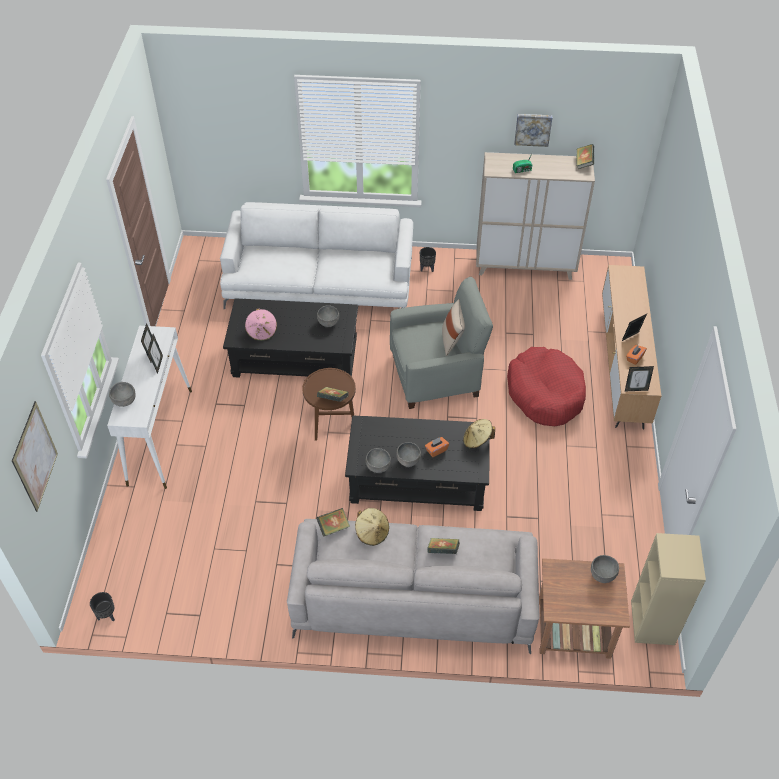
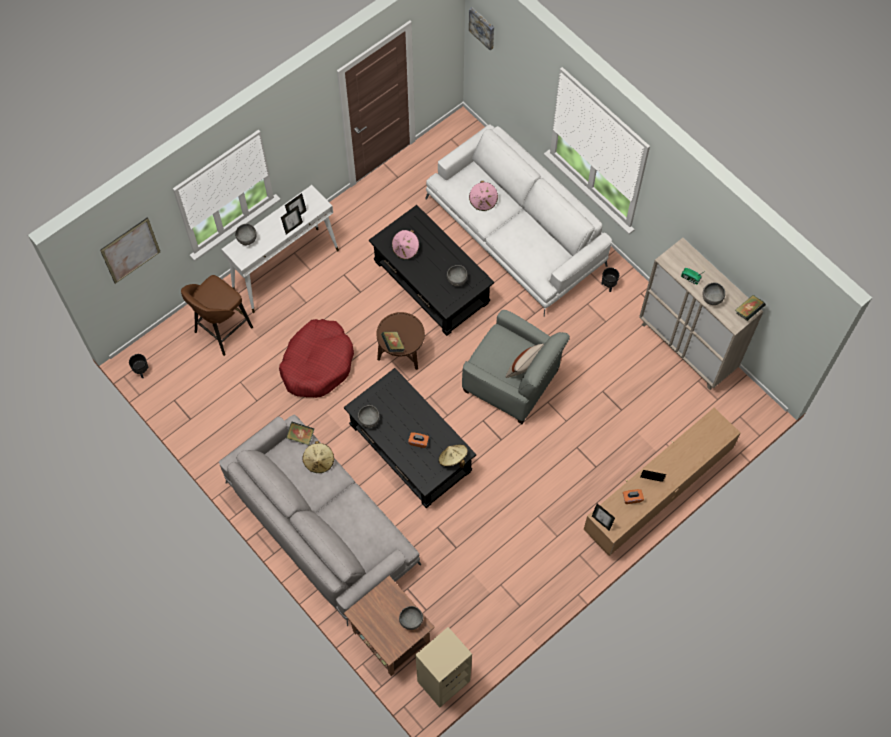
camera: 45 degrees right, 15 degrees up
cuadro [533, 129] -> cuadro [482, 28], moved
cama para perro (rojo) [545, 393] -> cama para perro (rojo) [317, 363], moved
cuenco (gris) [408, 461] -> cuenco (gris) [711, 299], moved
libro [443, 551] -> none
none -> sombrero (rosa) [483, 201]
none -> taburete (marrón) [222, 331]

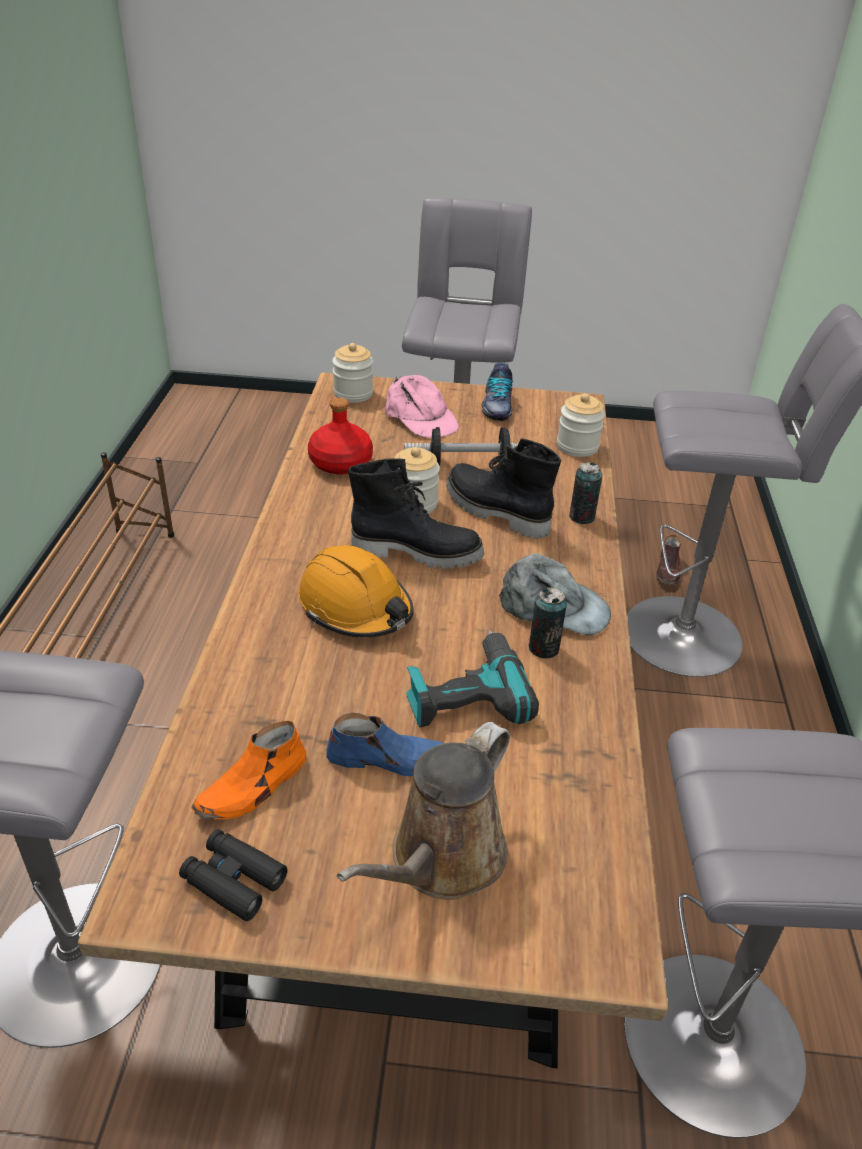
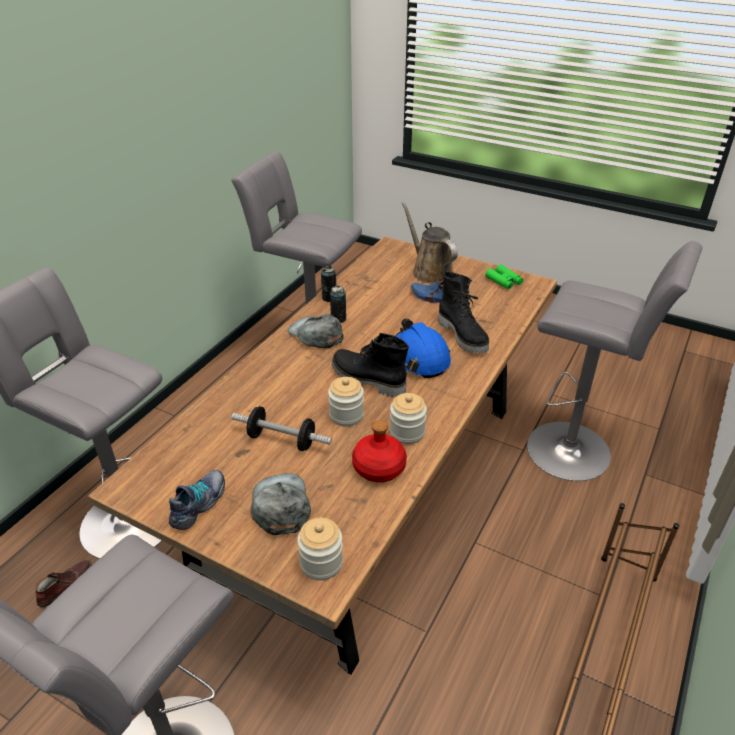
camera: 155 degrees left, 0 degrees up
gorra (rosa) [420, 418] -> gorra (gris) [280, 505]
tarro [577, 446] -> tarro [407, 432], moved
bota (negro) [495, 512] -> bota (negro) [463, 335], moved
lata [581, 517] -> lata [329, 298], moved
casco (naranja) [356, 607] -> casco (azul) [419, 357]
taladro [466, 694] -> none
zapato (naranja) [253, 787] -> none
regadera (marrón) [441, 860] -> regadera (marrón) [430, 271], 90 degrees counterclockwise
prismáticos (negro) [233, 880] -> prismáticos (verde) [504, 281]

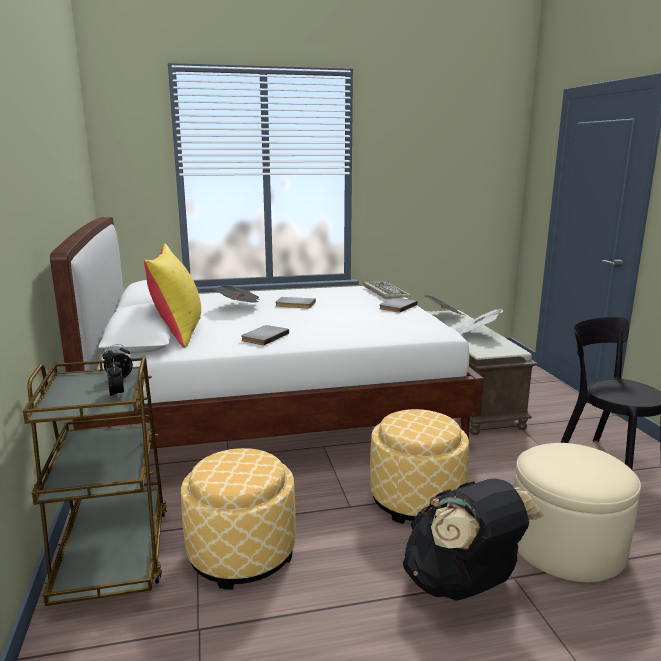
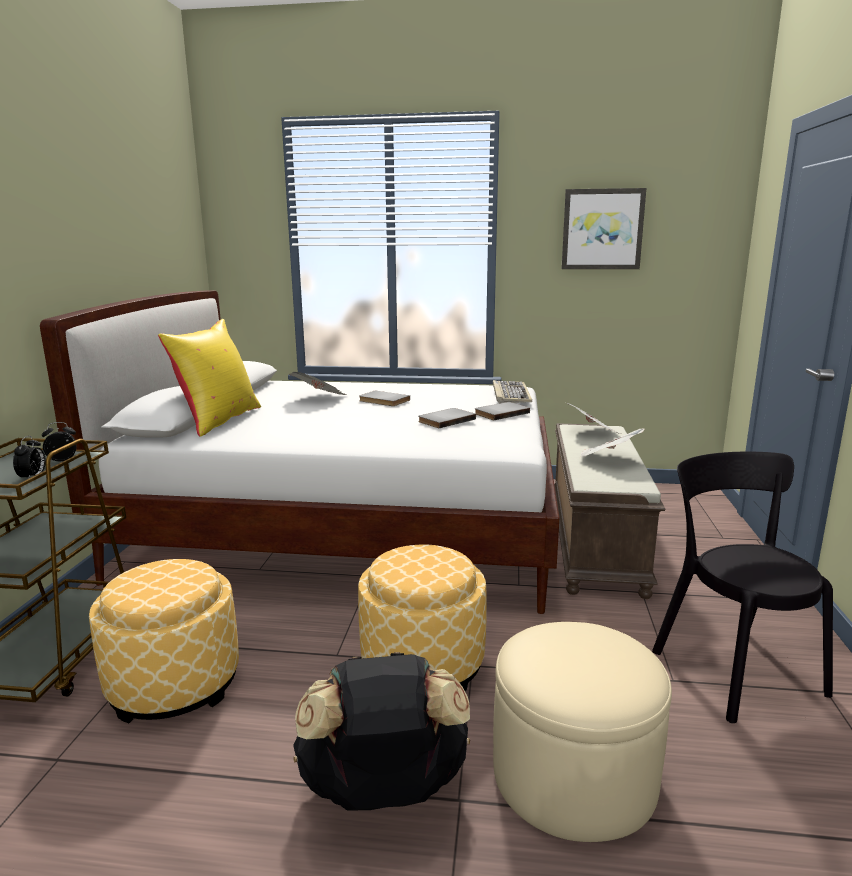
camera: 20 degrees right, 0 degrees up
libro (gris) [263, 337] -> libro (gris) [445, 420], moved
none -> cuadro [602, 229]

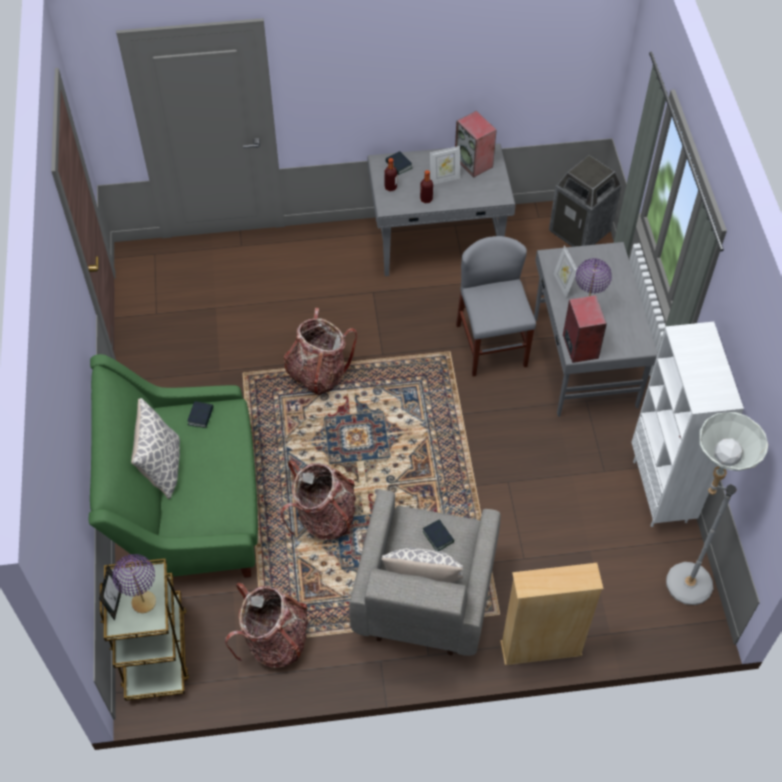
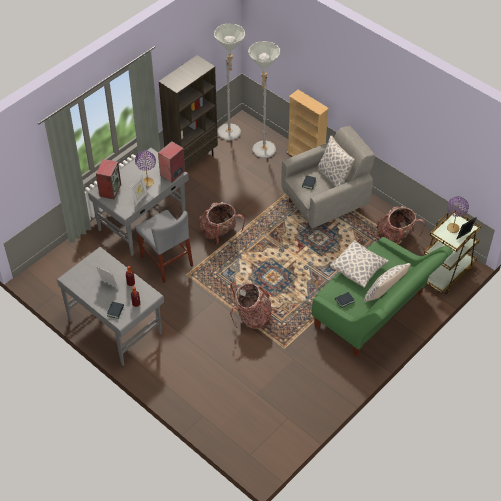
camera: 130 degrees left, 5 degrees down
altavoz [474, 162] -> altavoz [110, 190], moved
papelera [580, 231] -> none
silla (gris) [491, 345] -> silla (gris) [166, 261], 75 degrees counterclockwise
estantería (blanco) [661, 492] -> estantería (marrón) [192, 161]
mochila [324, 517] -> mochila [220, 233], moved
none -> lámpara de pie (gris) [263, 153]
none -> cojín [358, 269]

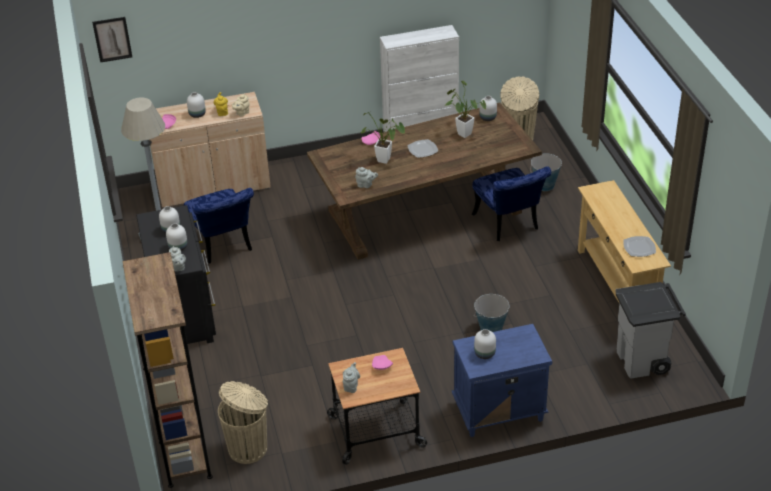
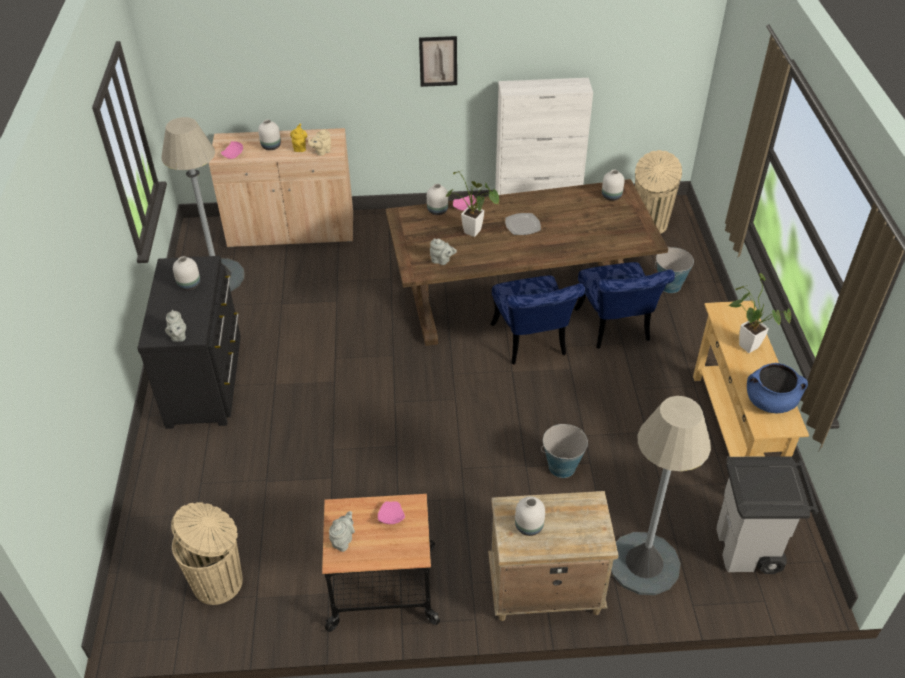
camera: 10 degrees right, 5 degrees up
cuadro [112, 39] -> cuadro [438, 61], moved
planta en maceta [462, 133] -> planta en maceta [745, 344], moved
silla (azul) [223, 246] -> silla (azul) [531, 344], moved
florero (blanco) [177, 247] -> florero (blanco) [437, 210], moved
plato [639, 247] -> olla (azul) [770, 401]
estantería (marrón) [183, 446] -> none
mesita de noche (azul) [498, 412] -> mesita de noche (beis) [544, 589]
none -> lámpara de pie (gris) [643, 563]

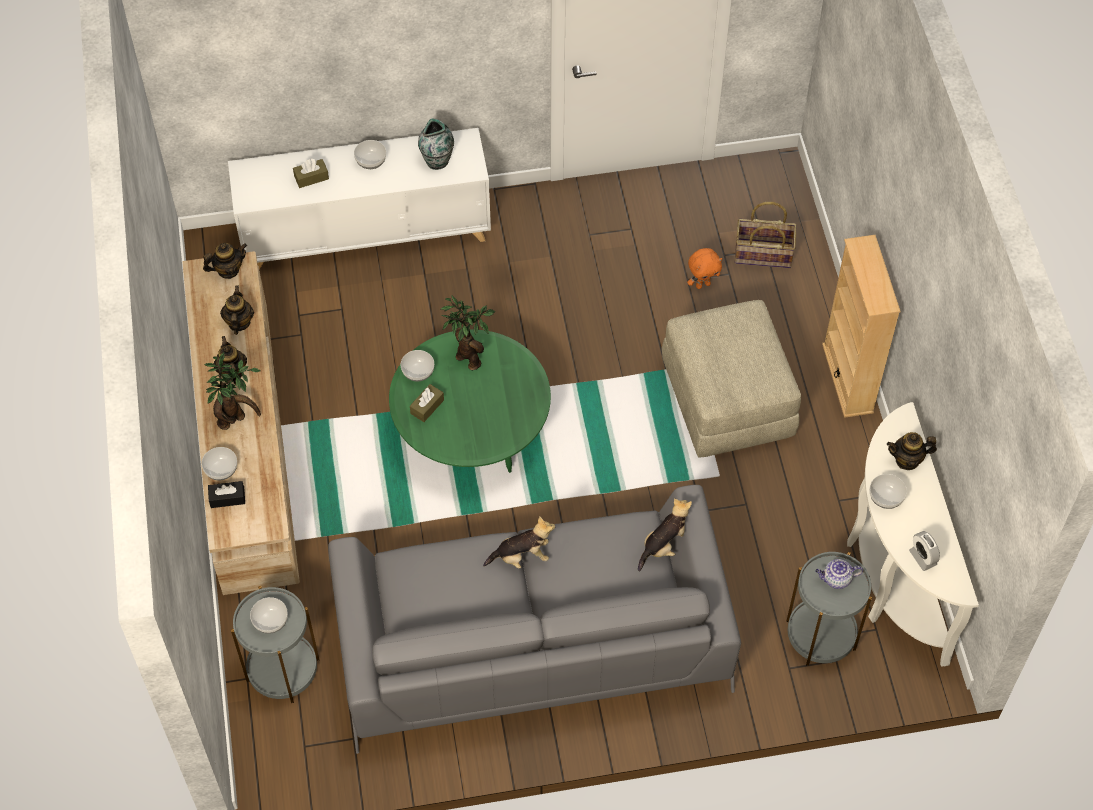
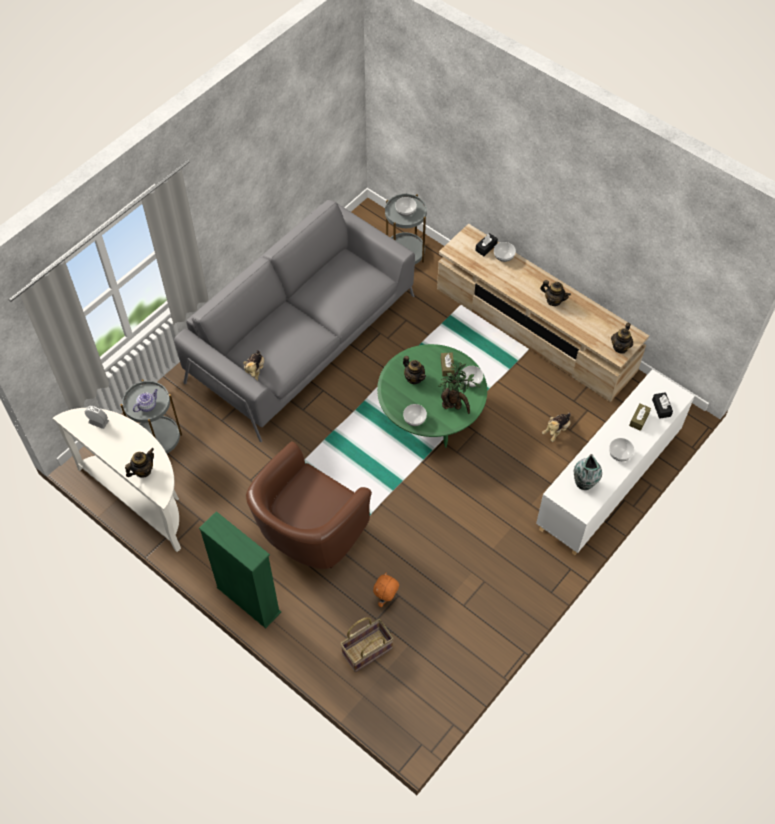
camera: 140 degrees right, 0 degrees up
estantería (beis) [848, 378] -> estantería (verde) [248, 600]
tetera [239, 323] -> tetera [414, 378], moved
puf (beis) [728, 400] -> sillón (marrón) [308, 534]
planta en maceta [236, 419] -> none
cuenco [886, 498] -> cuenco [414, 419], moved
peluche [522, 556] -> peluche [556, 430], moved
none -> caja de pañuelos (negro) [661, 408]

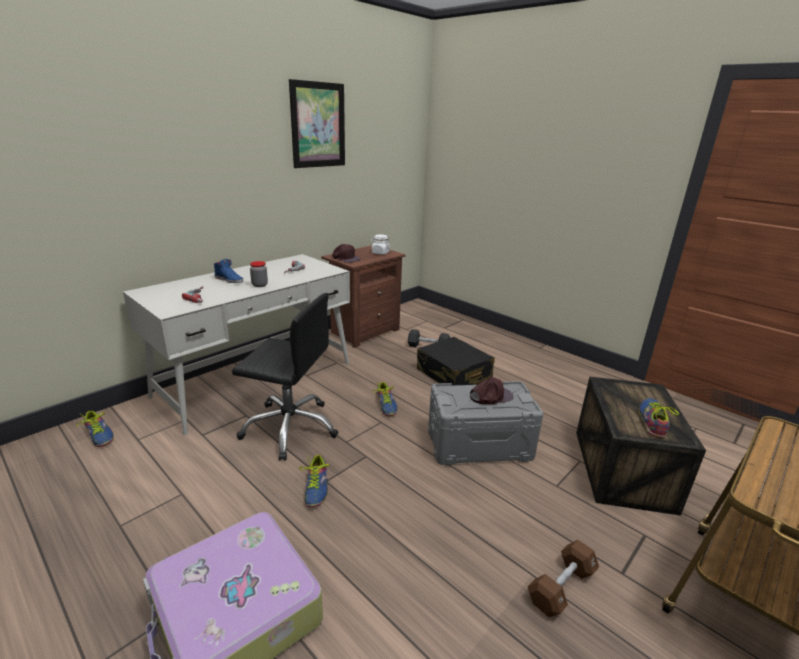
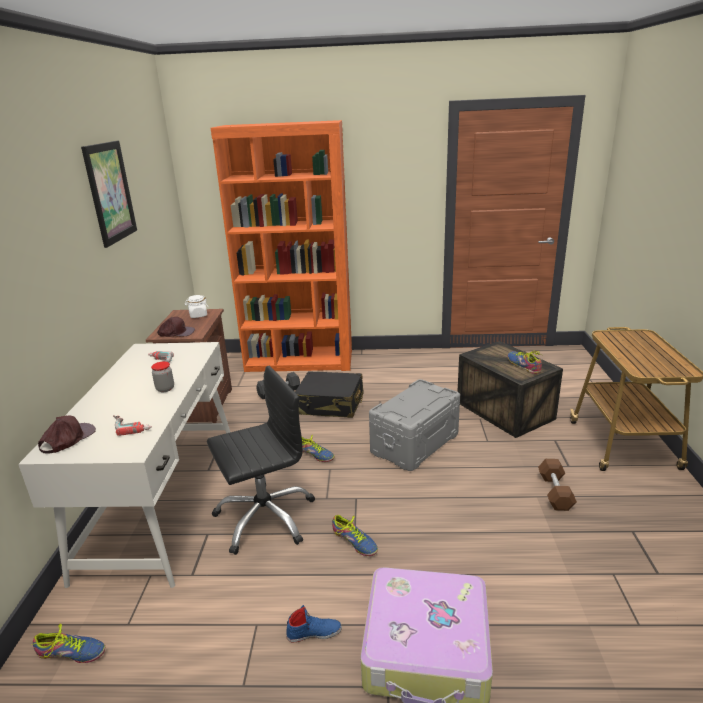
camera: 40 degrees left, 0 degrees up
zapato (azul) [229, 279] -> zapato (azul) [314, 632], moved
gorra (marrón) [490, 396] -> gorra (marrón) [67, 438], moved
none -> estantería (naranja) [300, 361]

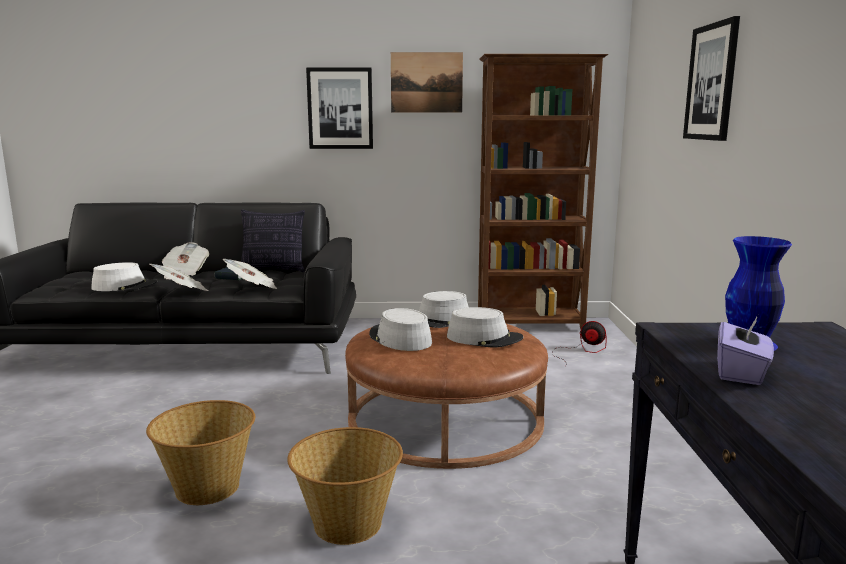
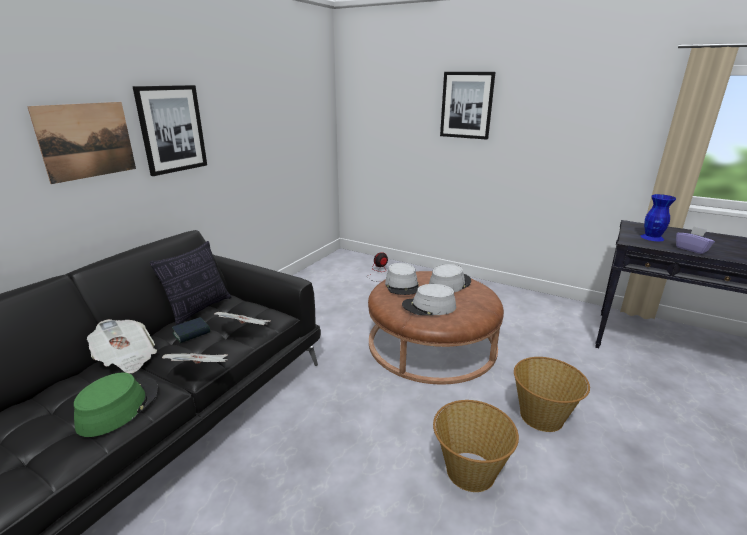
camera: 60 degrees left, 10 degrees up
cuadro [426, 82] -> cuadro [87, 140], moved
estantería (marrón) [531, 326] -> none
sombrero (blanco) [125, 286] -> sombrero (verde) [118, 407]

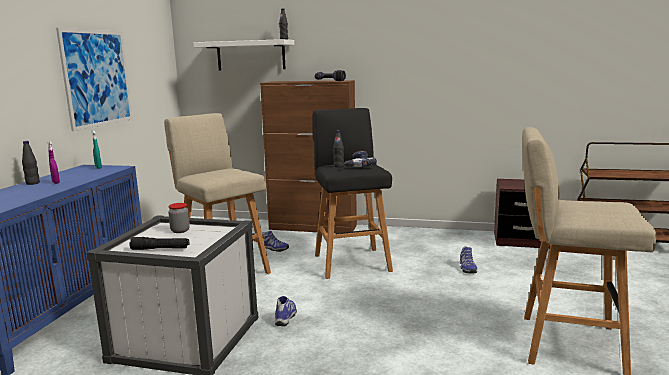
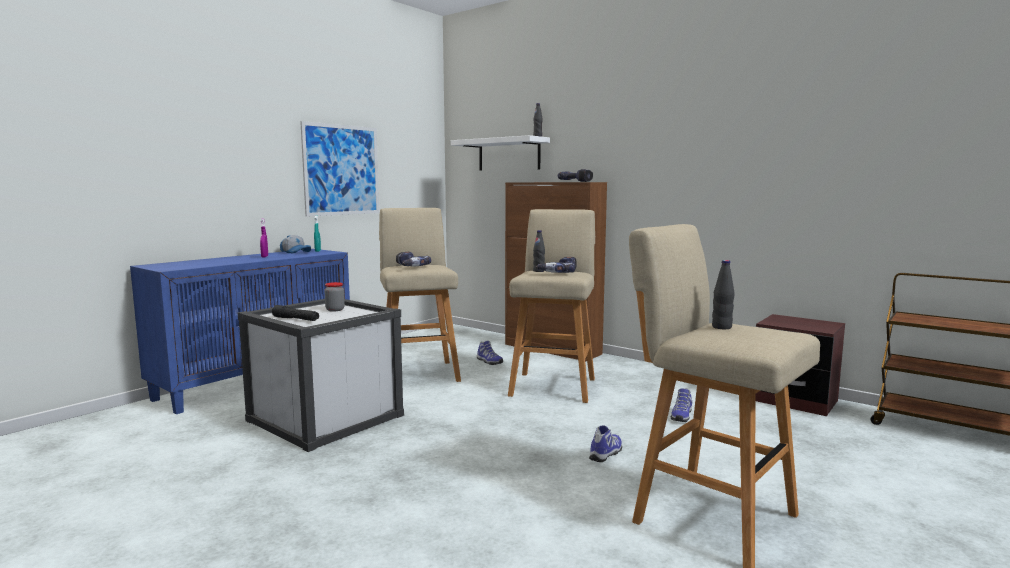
camera: 25 degrees right, 5 degrees down
taburete (negro) [351, 262] -> taburete (beis) [553, 386]
botella (negro) [33, 183] -> botella (negro) [721, 327], moved
zapato [286, 317] -> zapato [606, 453], moved
none -> gorra [296, 252]
none -> taladro [408, 267]

